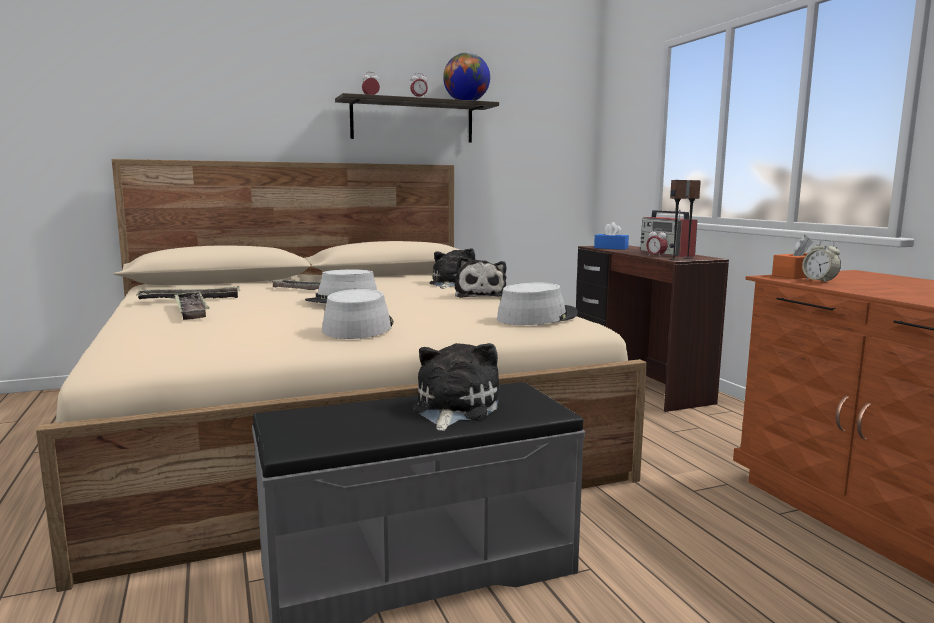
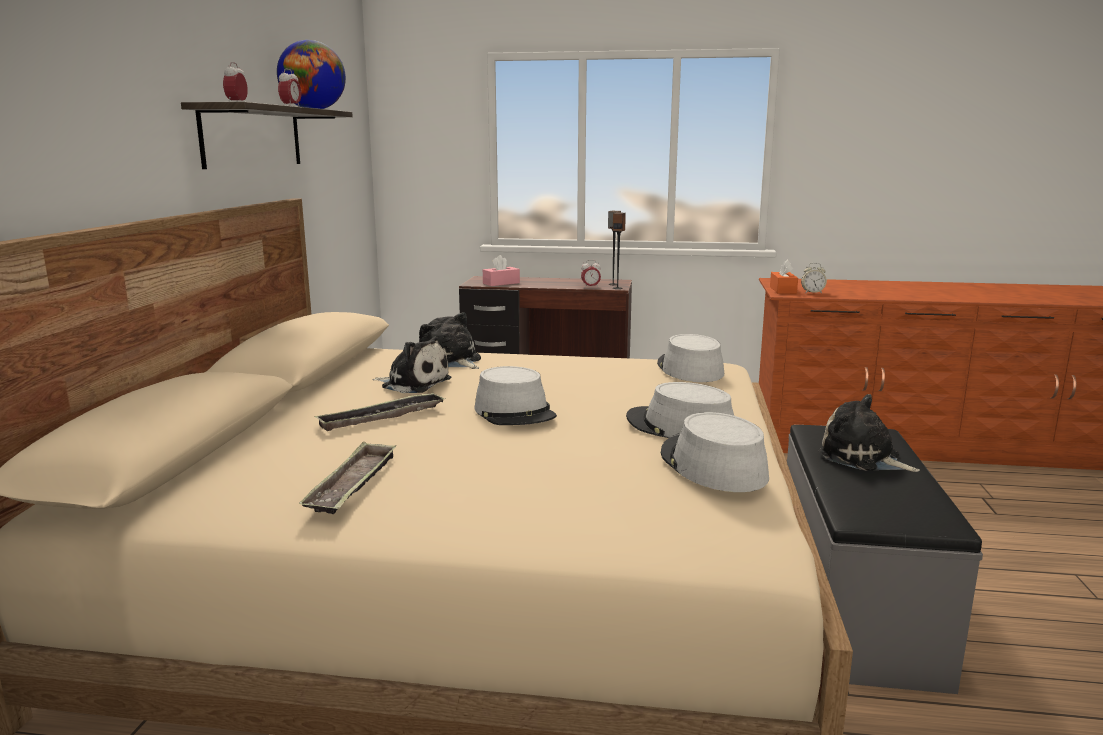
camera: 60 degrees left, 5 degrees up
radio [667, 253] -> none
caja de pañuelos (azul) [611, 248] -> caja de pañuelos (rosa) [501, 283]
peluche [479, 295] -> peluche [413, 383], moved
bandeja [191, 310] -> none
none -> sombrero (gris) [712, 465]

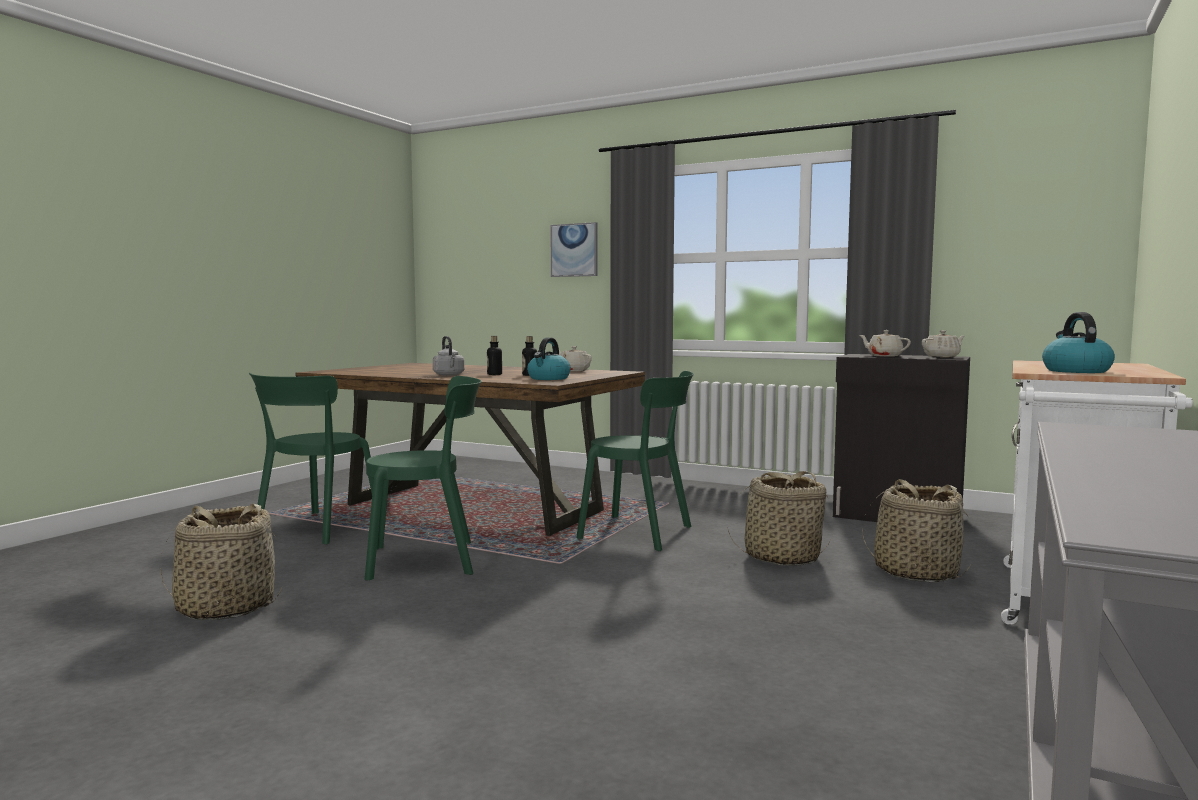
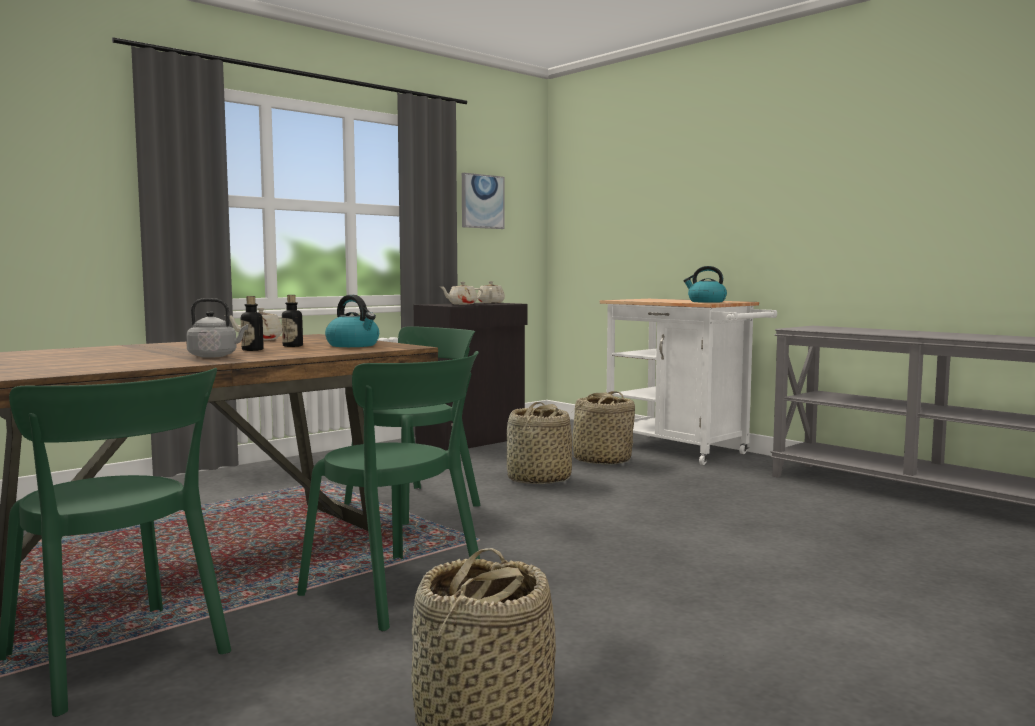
camera: 70 degrees left, 0 degrees up
cuadro [574, 250] -> cuadro [482, 201], moved
silla (verde) [429, 560] -> silla (verde) [398, 593], 120 degrees clockwise

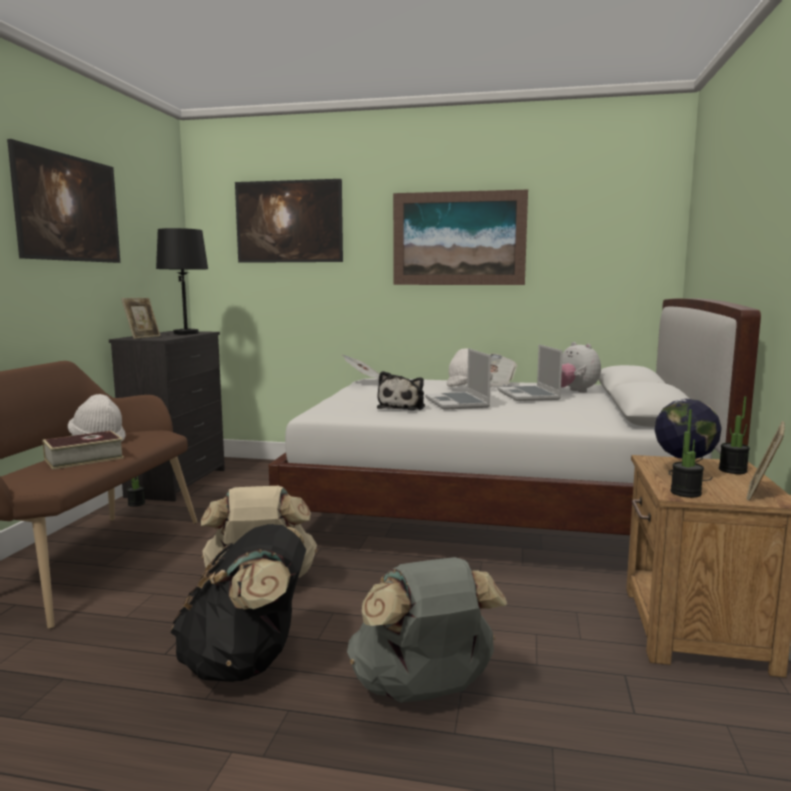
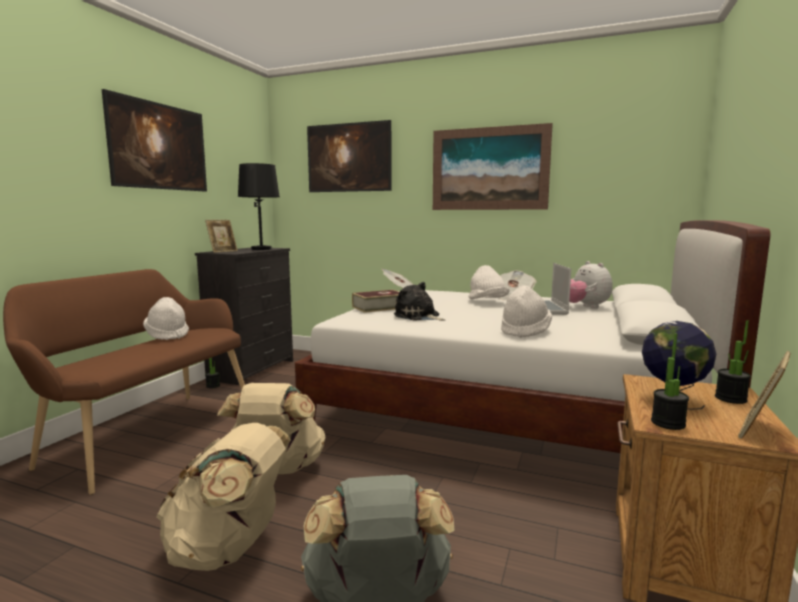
camera: 10 degrees right, 0 degrees up
portátil [458, 403] -> none
peluche [403, 407] -> peluche [418, 316], 105 degrees clockwise
libro [84, 458] -> libro [379, 307], moved
mochila (negro) [246, 663] -> mochila (beis) [229, 548]
none -> sombrero (blanco) [525, 331]

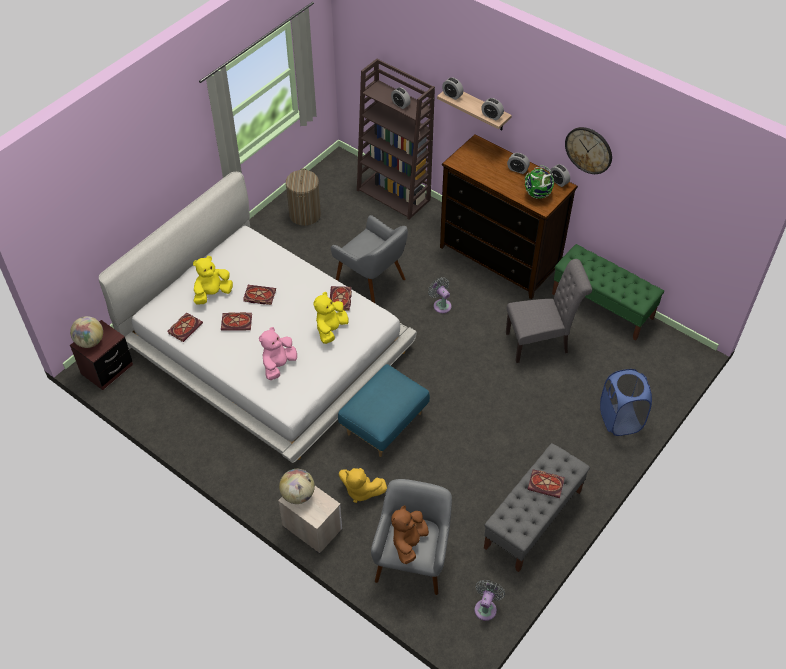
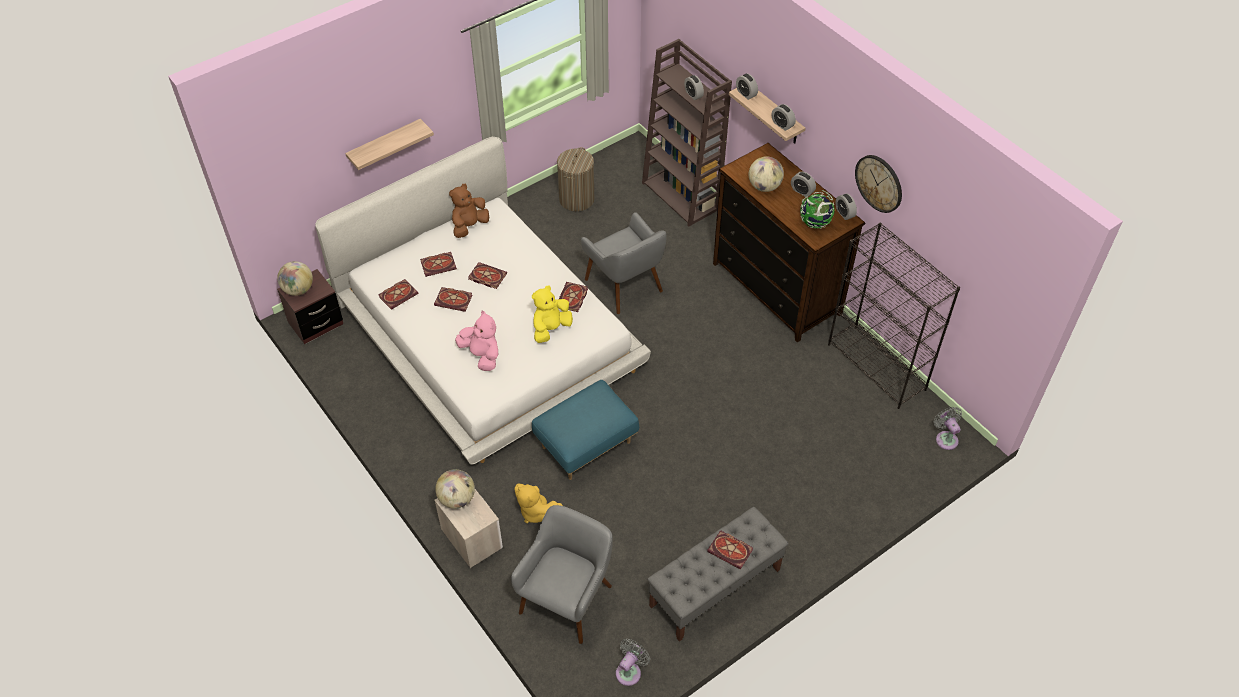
camera: 15 degrees right, 0 degrees up
banco (verde) [602, 306] -> estantería (negro) [877, 367]
peluche (amarillo) [212, 294] -> libro [439, 264]
silla (gris) [541, 342] -> none
ventilador (gris) [441, 305] -> ventilador (gris) [945, 438], moved
peluche (rosa) [278, 365] -> peluche (rosa) [482, 355], 90 degrees clockwise
cesto de la ropa (azul) [620, 419] -> none
peluche (marrón) [408, 542] -> peluche (marrón) [469, 226], moved
none -> estante [385, 145]
none -> globo terráqueo [764, 187]

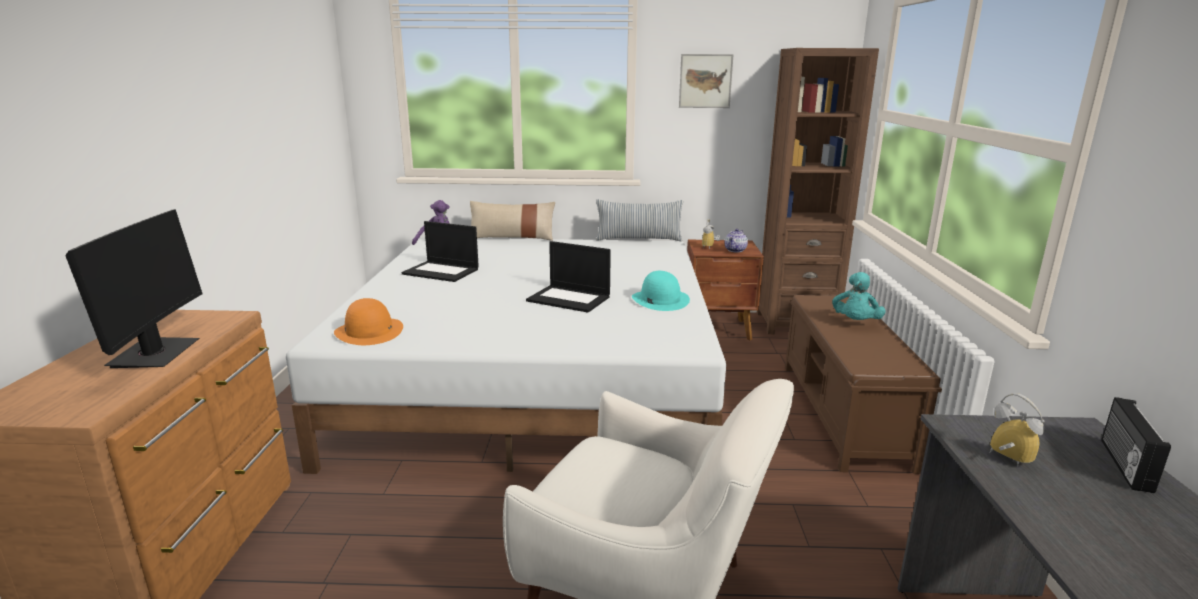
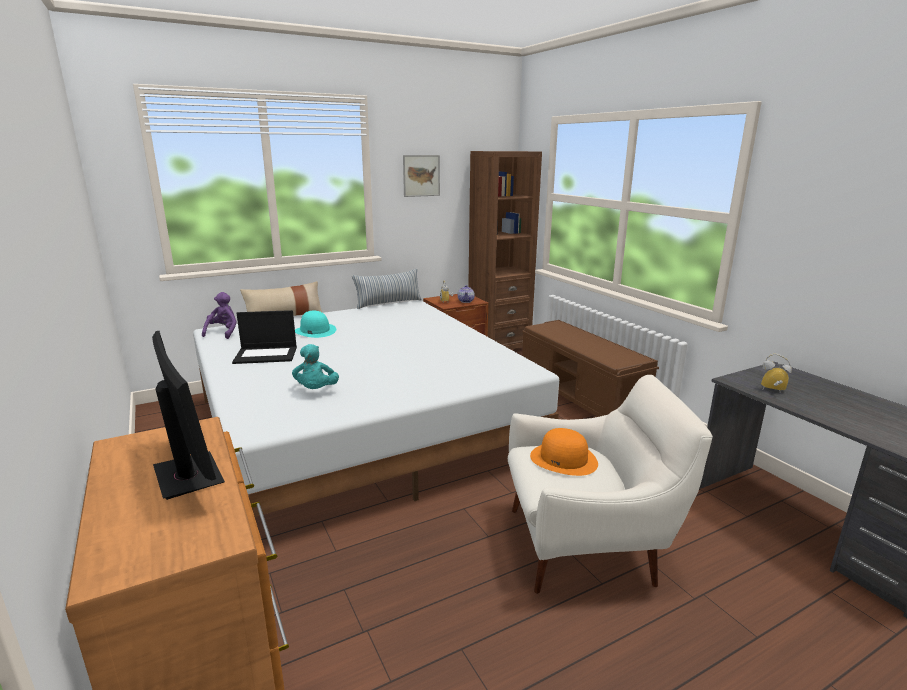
camera: 30 degrees left, 0 degrees up
portátil [570, 299] -> none
sombrero (turquesa) [660, 300] -> sombrero (turquesa) [315, 331], moved
peluche (turquesa) [855, 323] -> peluche (turquesa) [316, 390], moved
sombrero (naranja) [369, 331] -> sombrero (naranja) [564, 459], moved
radio [1123, 465] -> none

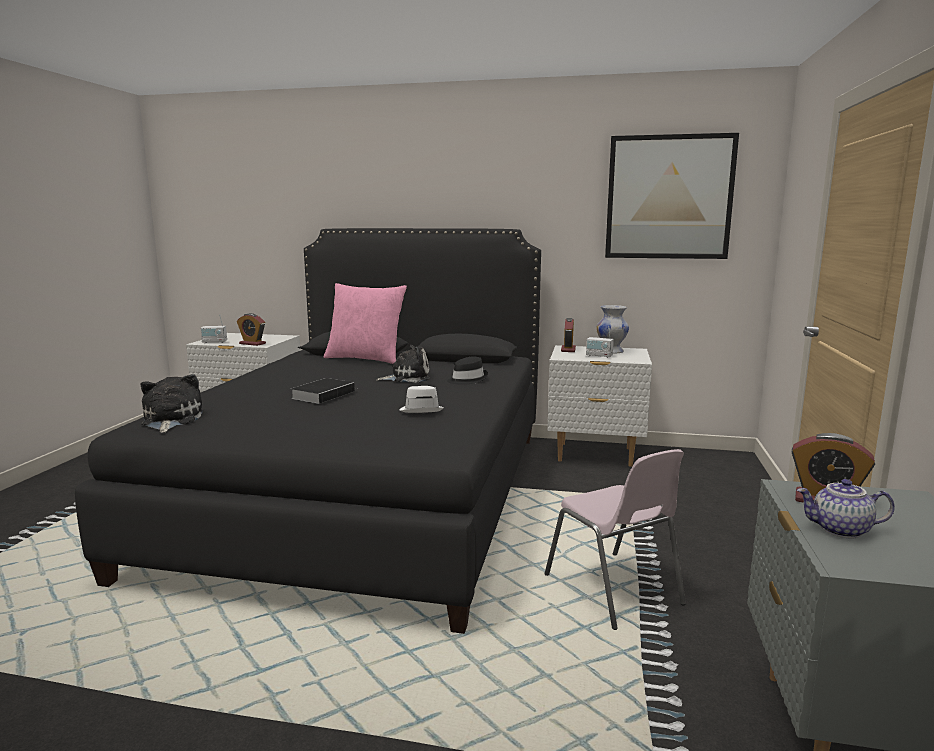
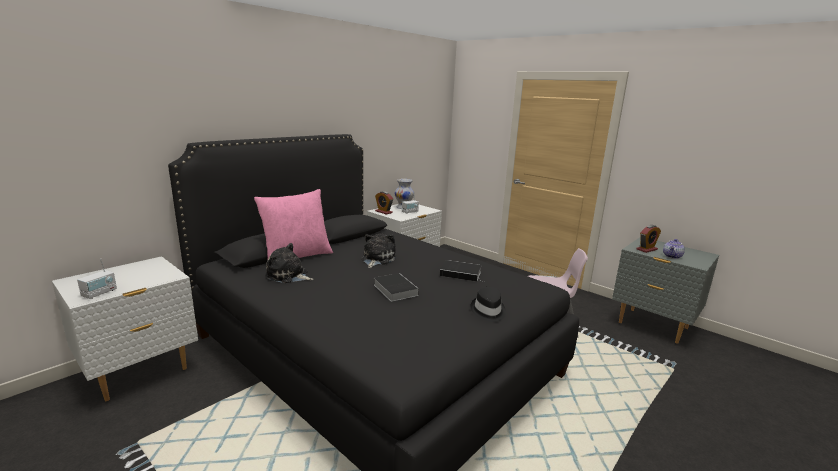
camera: 60 degrees left, 5 degrees up
cuadro [668, 197] -> none
despertador [252, 343] -> none
sombrero (negro) [467, 379] -> sombrero (negro) [488, 311], moved
peluche [170, 420] -> peluche [289, 276], moved
sombrero (blanco) [421, 410] -> libro [462, 273]

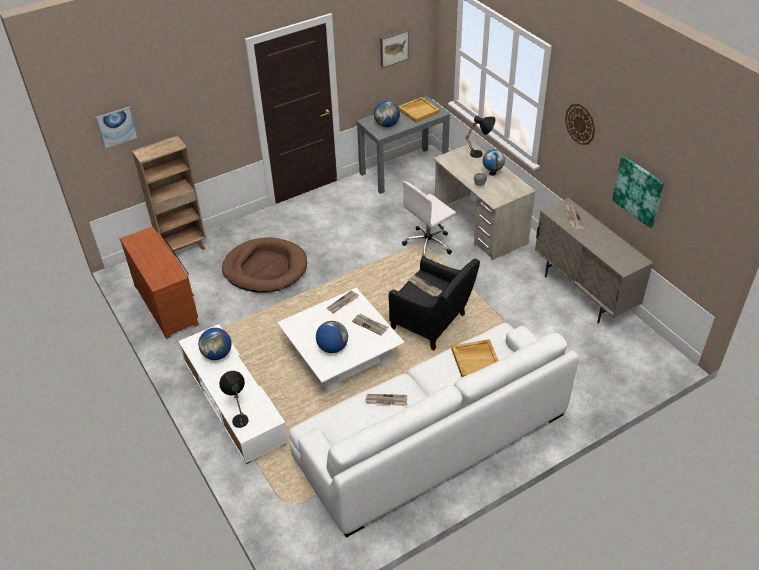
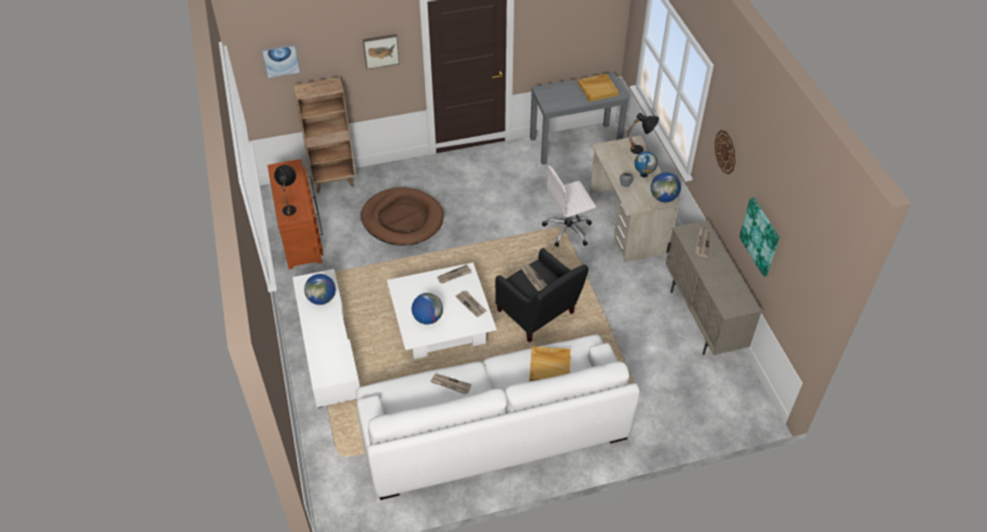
camera: 15 degrees right, 5 degrees up
cuadro [393, 47] -> cuadro [381, 50], moved
globo terráqueo [387, 125] -> globo terráqueo [664, 198], moved
lámpara de mesa (negro) [239, 416] -> lámpara de mesa (negro) [290, 207], moved

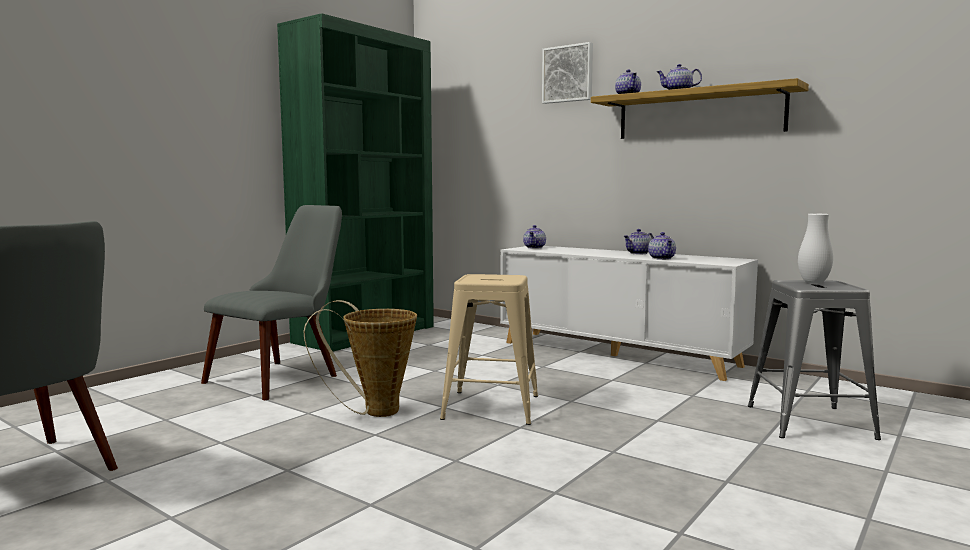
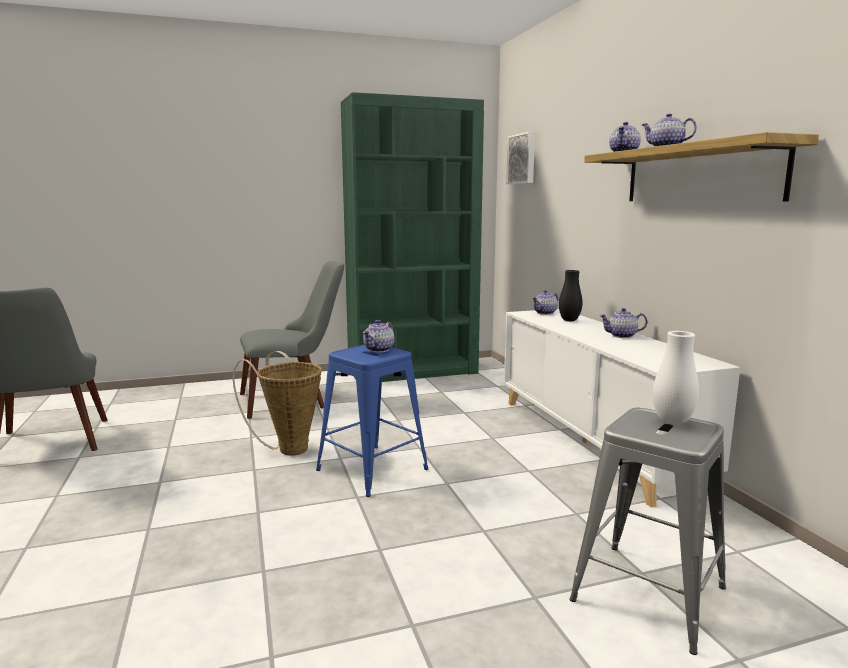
camera: 35 degrees right, 5 degrees up
cuadro [568, 74] -> cuadro [522, 159], moved
tetera [662, 258] -> tetera [379, 350], moved
taburete (beis) [491, 407] -> taburete (azul) [372, 469]
none -> florero (negro) [569, 320]

